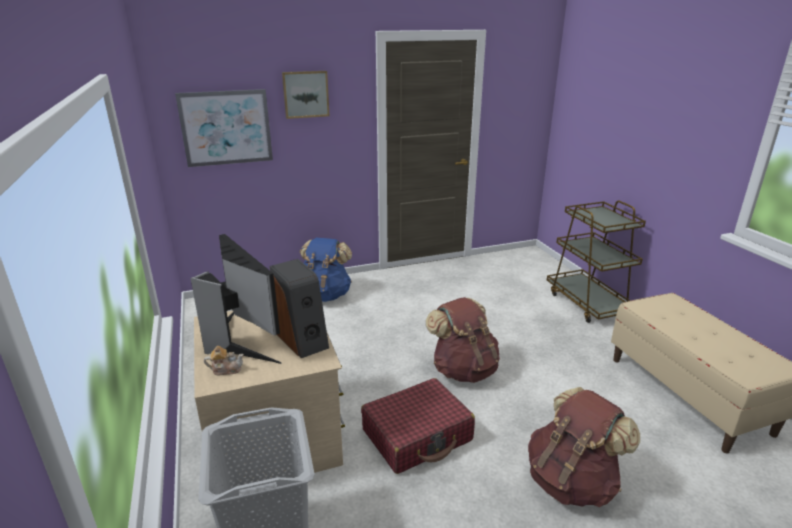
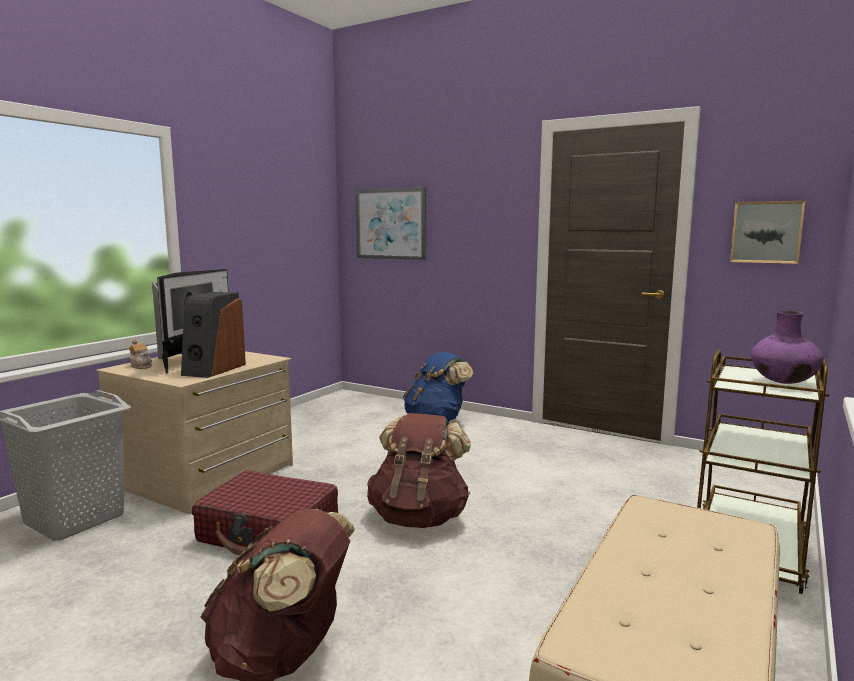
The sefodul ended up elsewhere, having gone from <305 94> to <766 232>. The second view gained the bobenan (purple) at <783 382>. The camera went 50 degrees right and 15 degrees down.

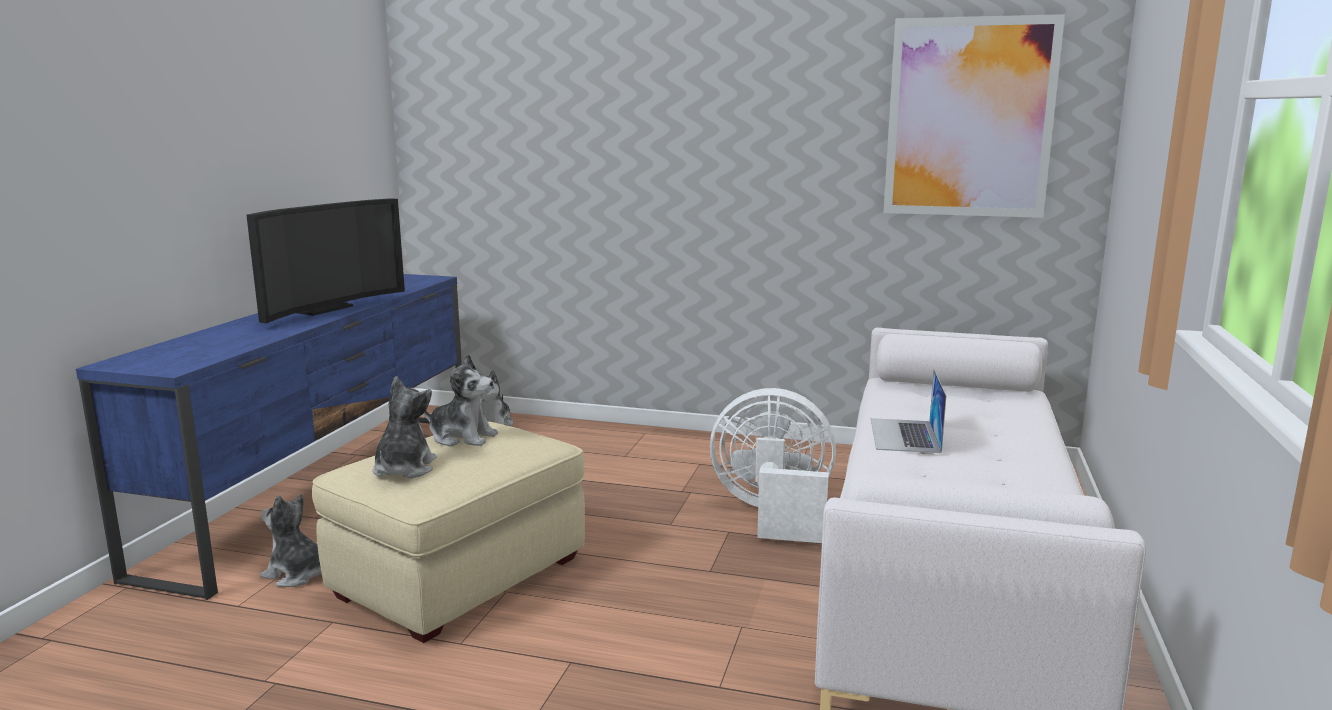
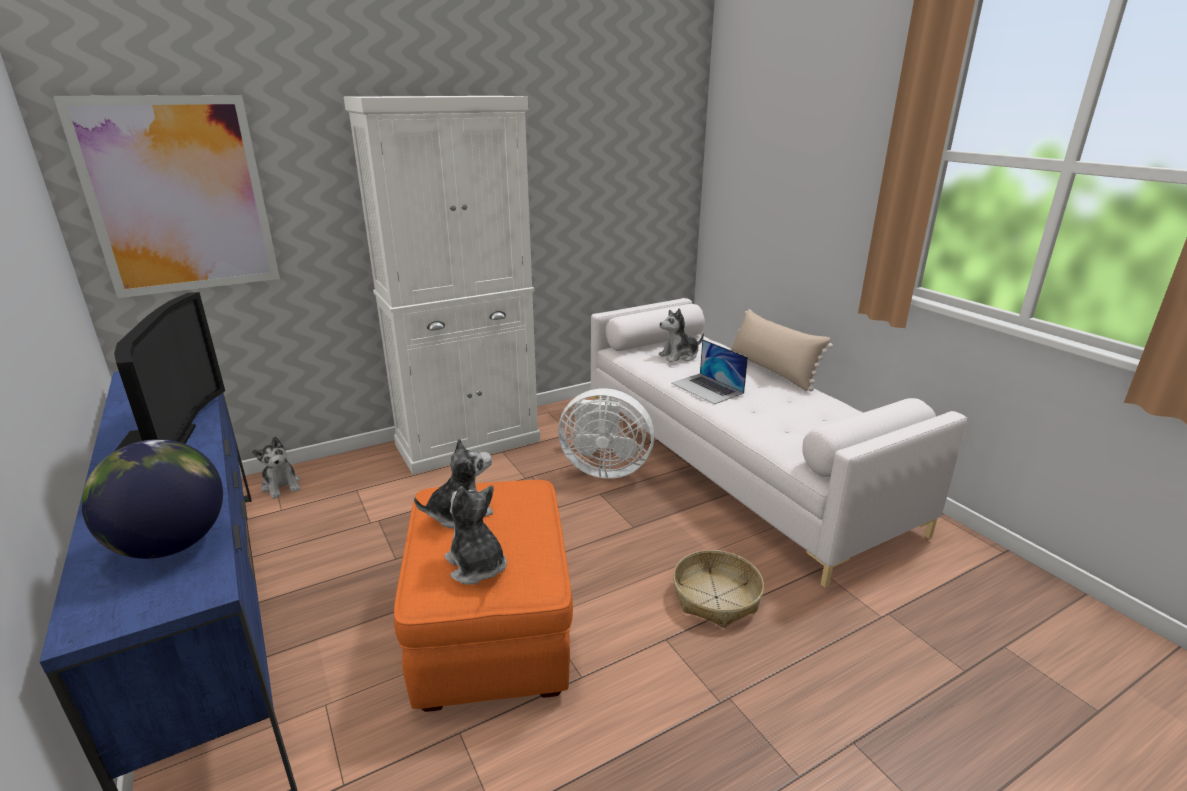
The sefodul ended up elsewhere, having gone from <969 118> to <179 196>. The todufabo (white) at <773 514> ended up facing another way, 135 degrees counterclockwise from before. What was the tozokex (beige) at <462 576> turned into the tozokex (orange) at <492 628>. The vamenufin ended up elsewhere, having gone from <297 574> to <679 356>. The second view gained the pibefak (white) at <468 442>. The second view gained the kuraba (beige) at <772 370>. The second view gained the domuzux at <171 545>. The second view gained the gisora at <716 597>. The camera went 45 degrees left and 10 degrees up.

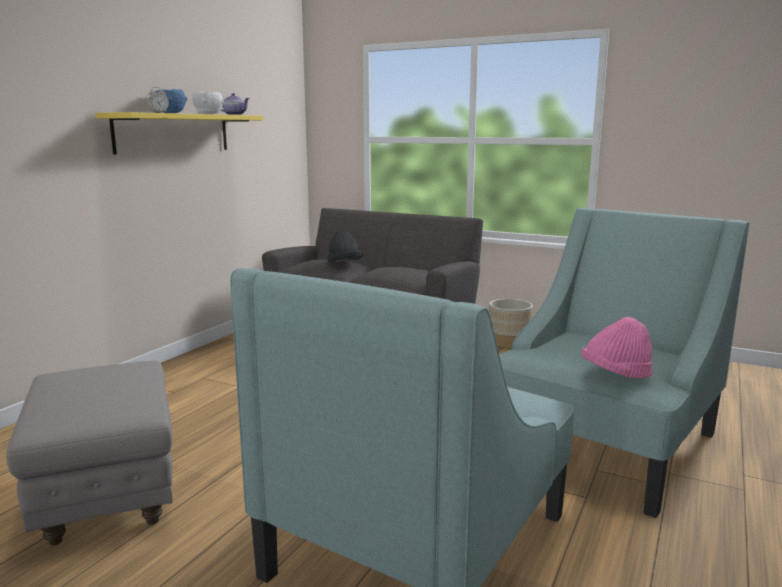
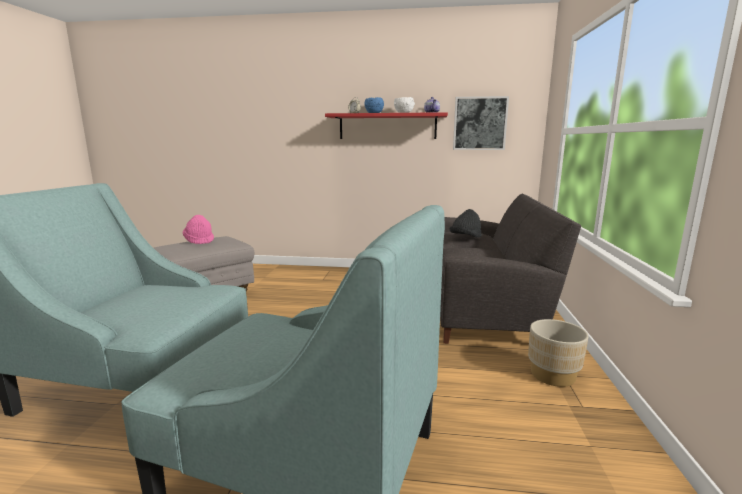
What was the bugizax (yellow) at <173 133> turned into the bugizax (red) at <387 126>. The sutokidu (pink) ended up elsewhere, having gone from <615 374> to <199 241>. The second view gained the sefodul at <480 123>. The camera went 70 degrees right and 0 degrees up.

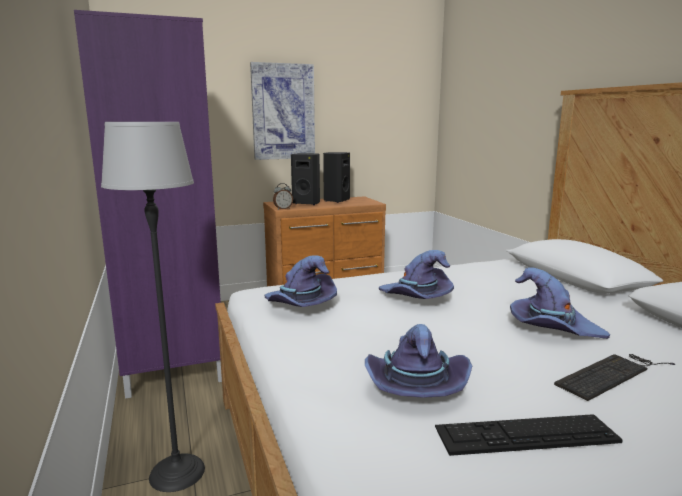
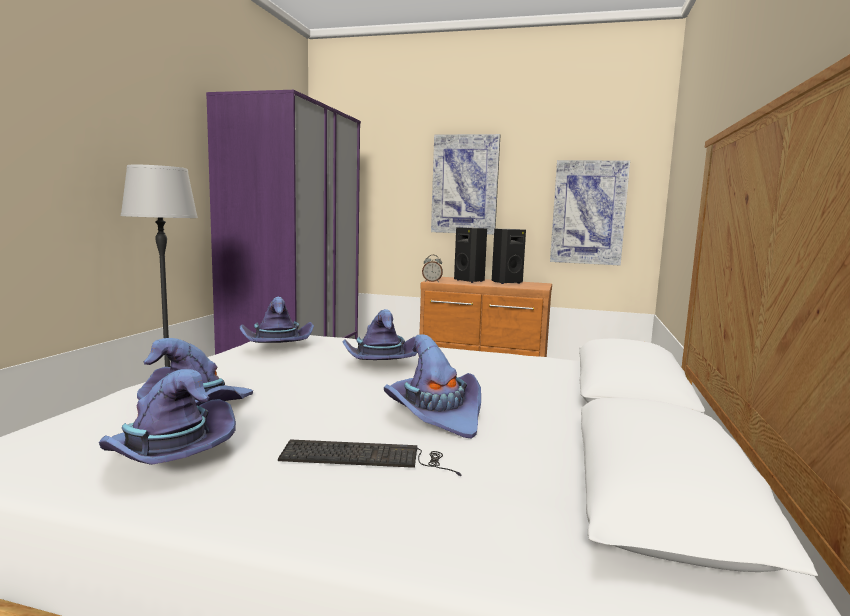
Where the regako stood at <525 434>, the sutokidu (purple) came to stand at <166 456>. The second view gained the sefodul at <588 212>. The camera went 35 degrees right and 5 degrees down.

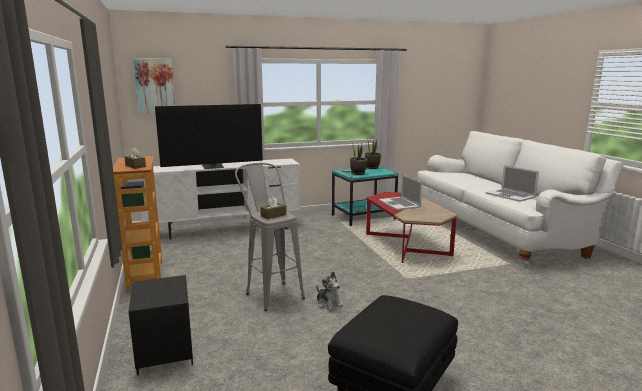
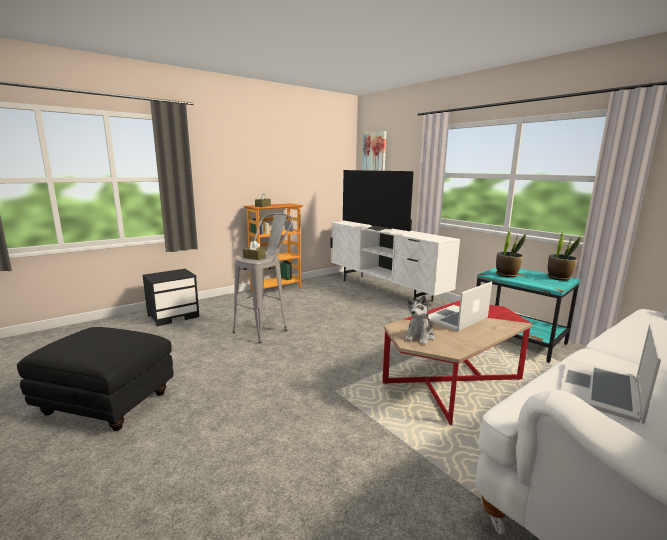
The vamenufin ended up elsewhere, having gone from <328 304> to <419 337>. The camera went 70 degrees right and 0 degrees up.

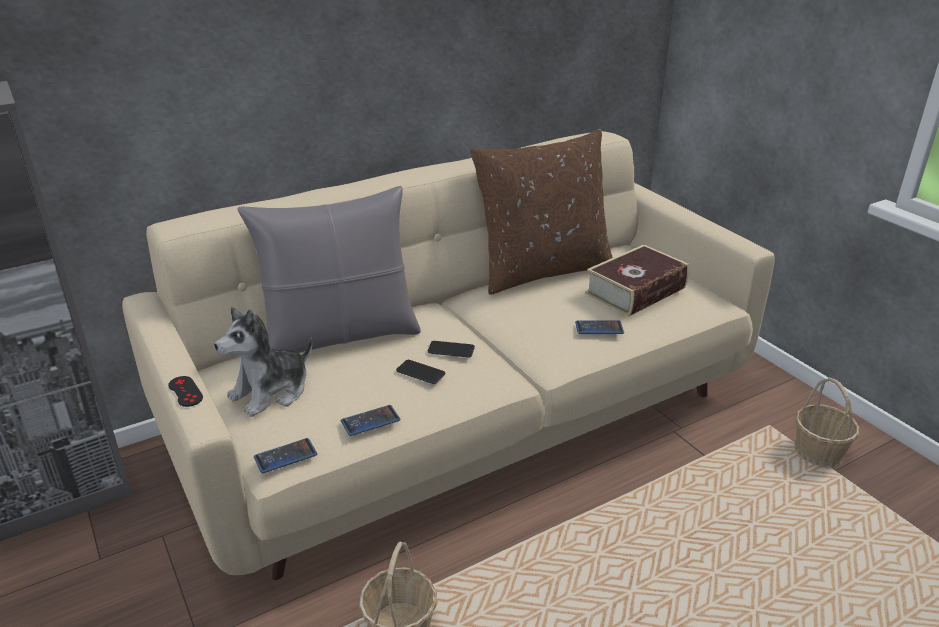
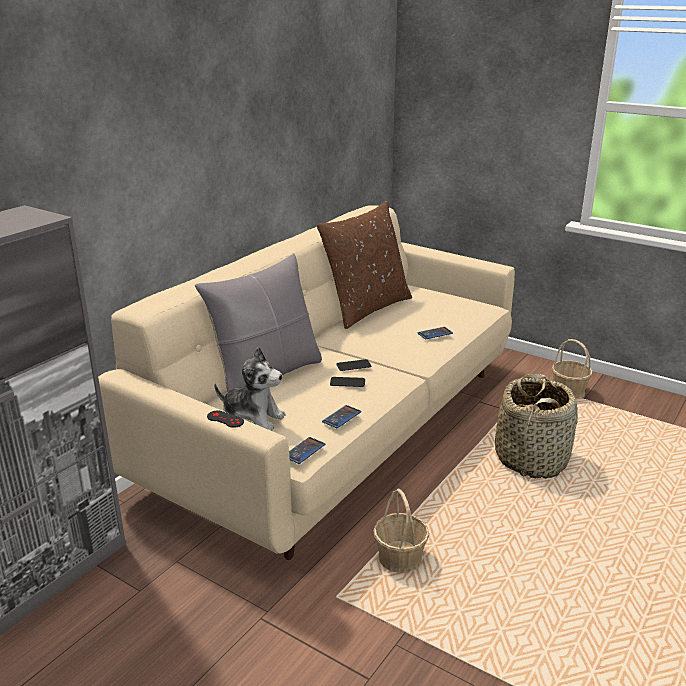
The second view lost the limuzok at <635 290>. The vamenufin at <271 392> ended up facing another way, 90 degrees counterclockwise from before. The second view gained the gisora at <531 459>. The camera went 25 degrees left and 5 degrees down.

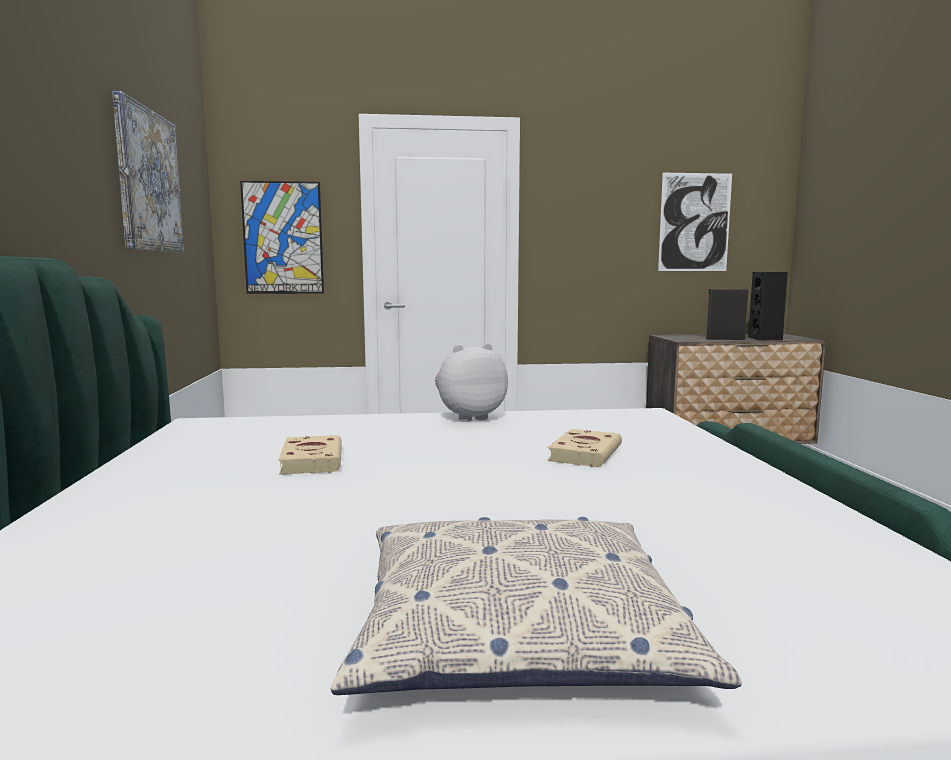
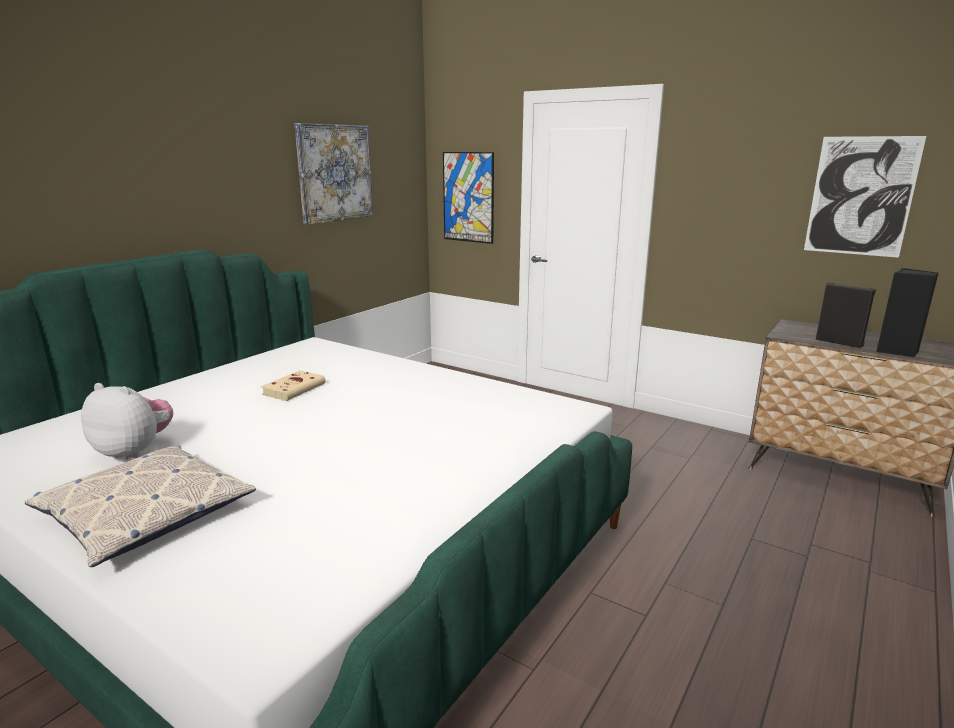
The vamenufin ended up elsewhere, having gone from <469 417> to <135 451>. The second view lost the limuzok (beige) at <585 453>. The camera went 40 degrees right and 10 degrees up.

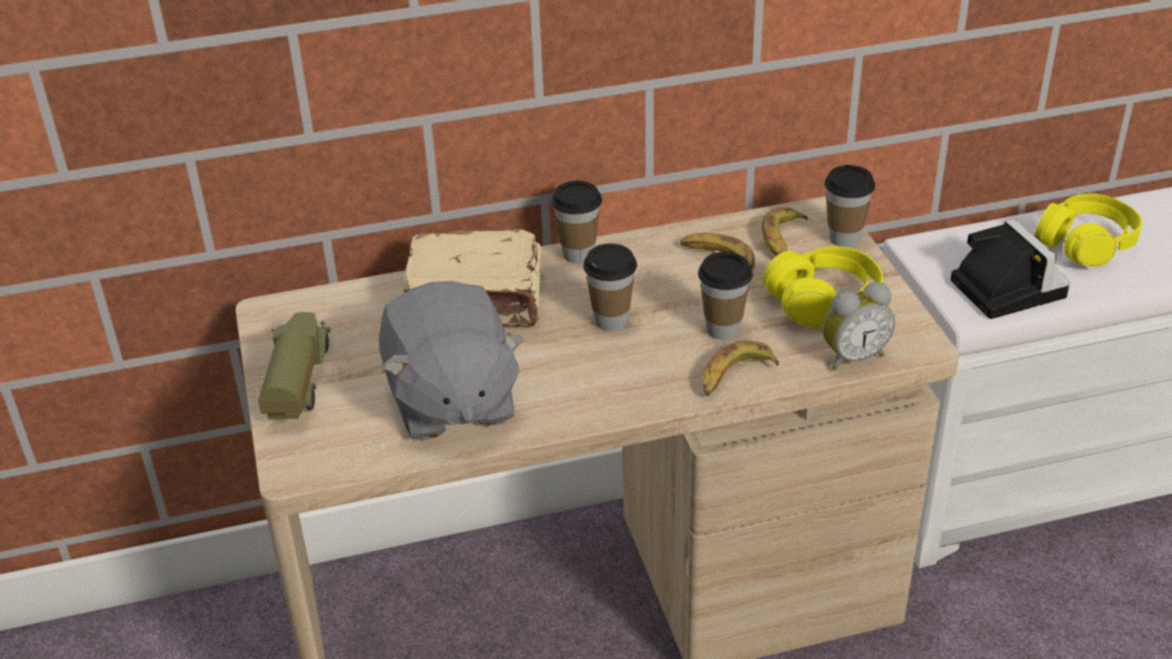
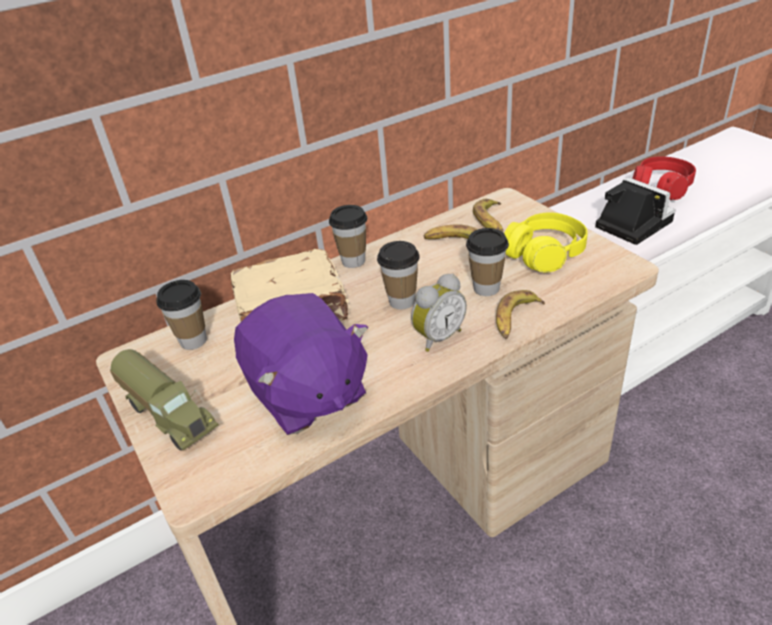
The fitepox ended up elsewhere, having gone from <844 238> to <193 341>. What was the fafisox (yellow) at <1085 244> turned into the fafisox (red) at <660 188>. What was the vamenufin (grey) at <451 401> turned into the vamenufin (purple) at <307 394>. The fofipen ended up elsewhere, having gone from <852 356> to <437 337>. The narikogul at <296 385> ended up facing another way, 150 degrees clockwise from before. The camera went 15 degrees left and 0 degrees up.

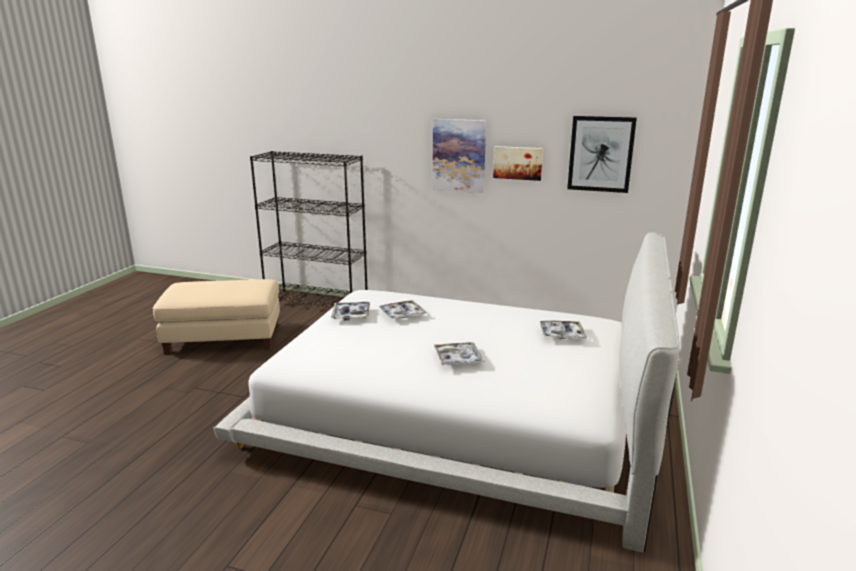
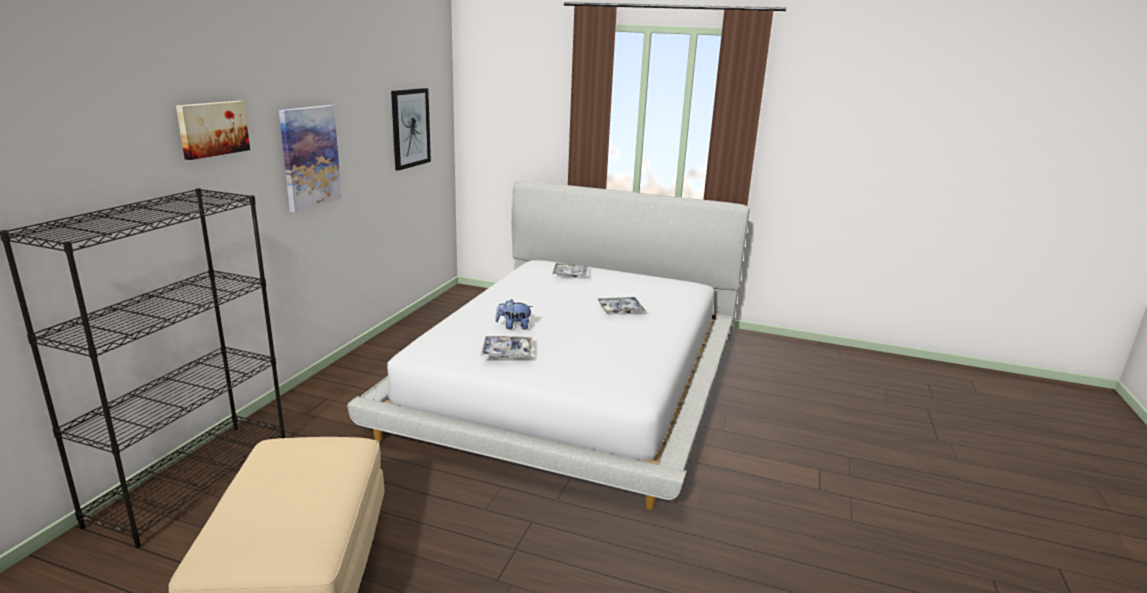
The sefodul ended up elsewhere, having gone from <518 163> to <212 128>. Where the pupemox stood at <402 314>, the vamenufin came to stand at <513 327>. The camera went 90 degrees left and 0 degrees up.

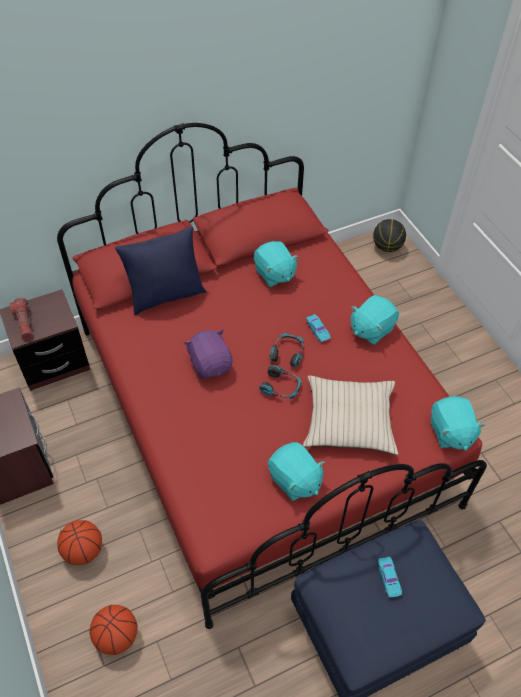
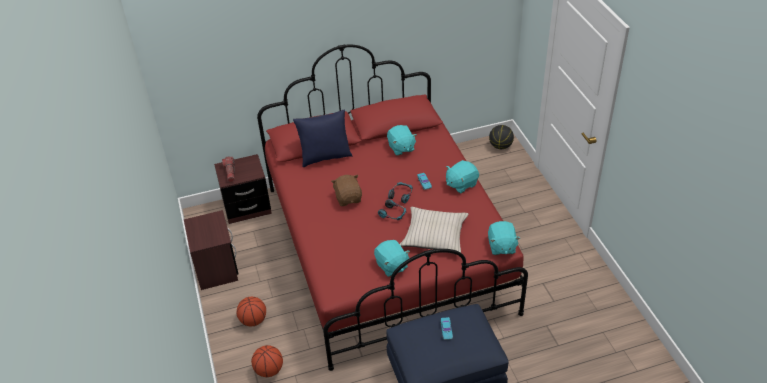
What was the vamenufin (purple) at <210 364> turned into the vamenufin (brown) at <348 198>. The camera went 10 degrees right and 10 degrees down.

